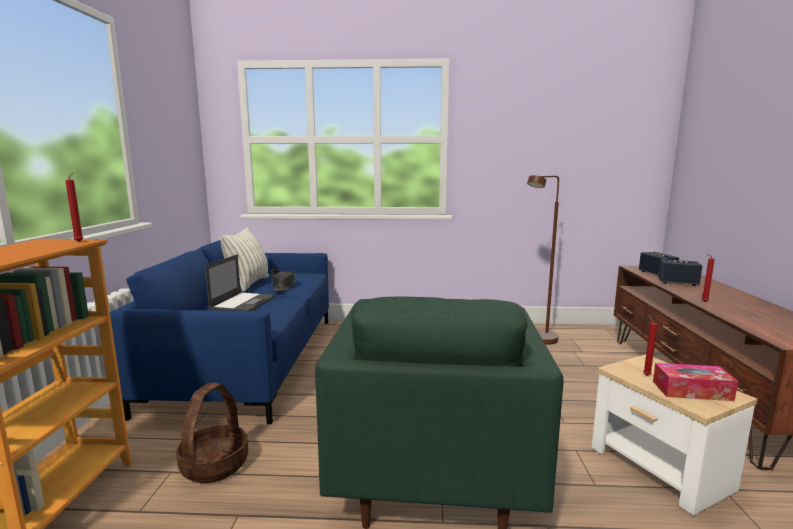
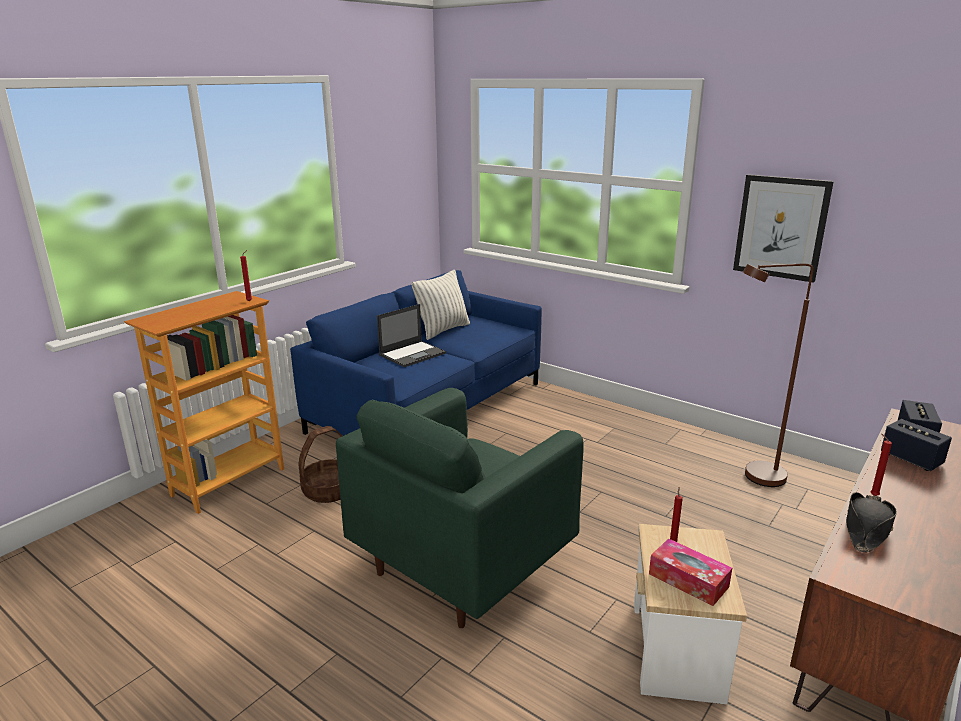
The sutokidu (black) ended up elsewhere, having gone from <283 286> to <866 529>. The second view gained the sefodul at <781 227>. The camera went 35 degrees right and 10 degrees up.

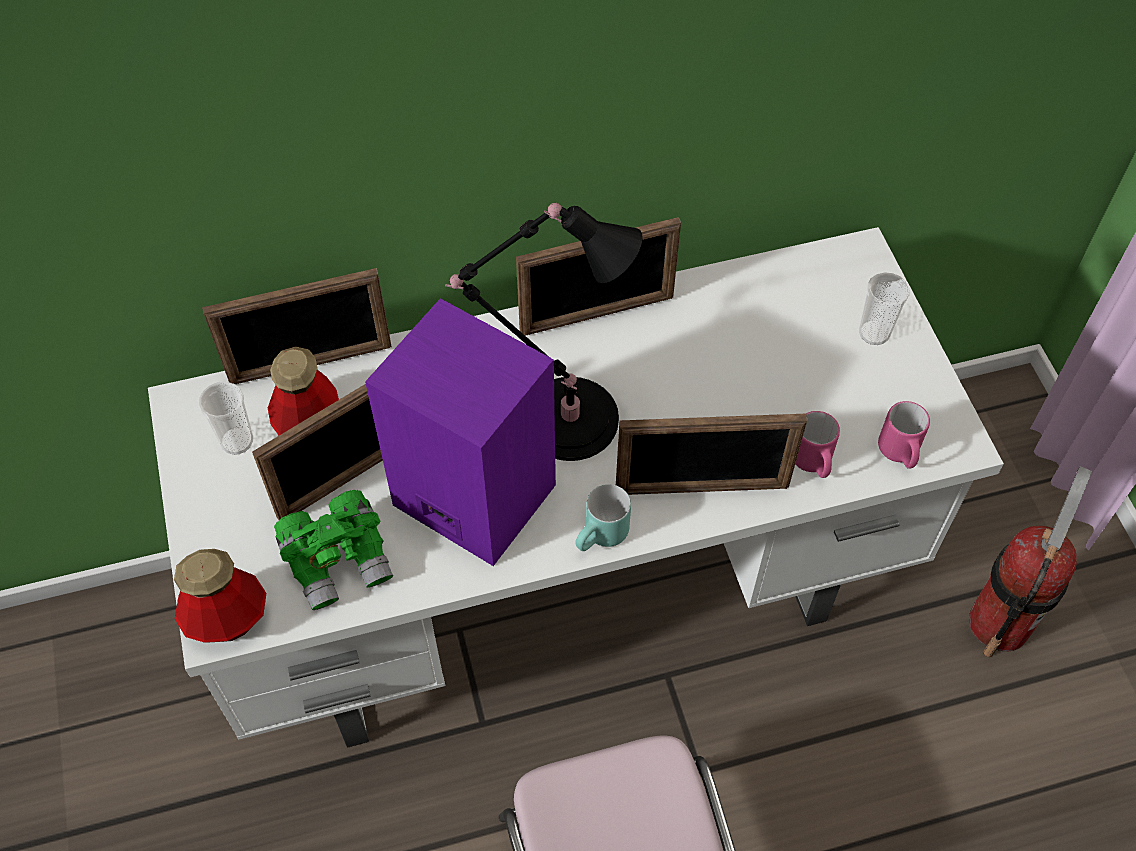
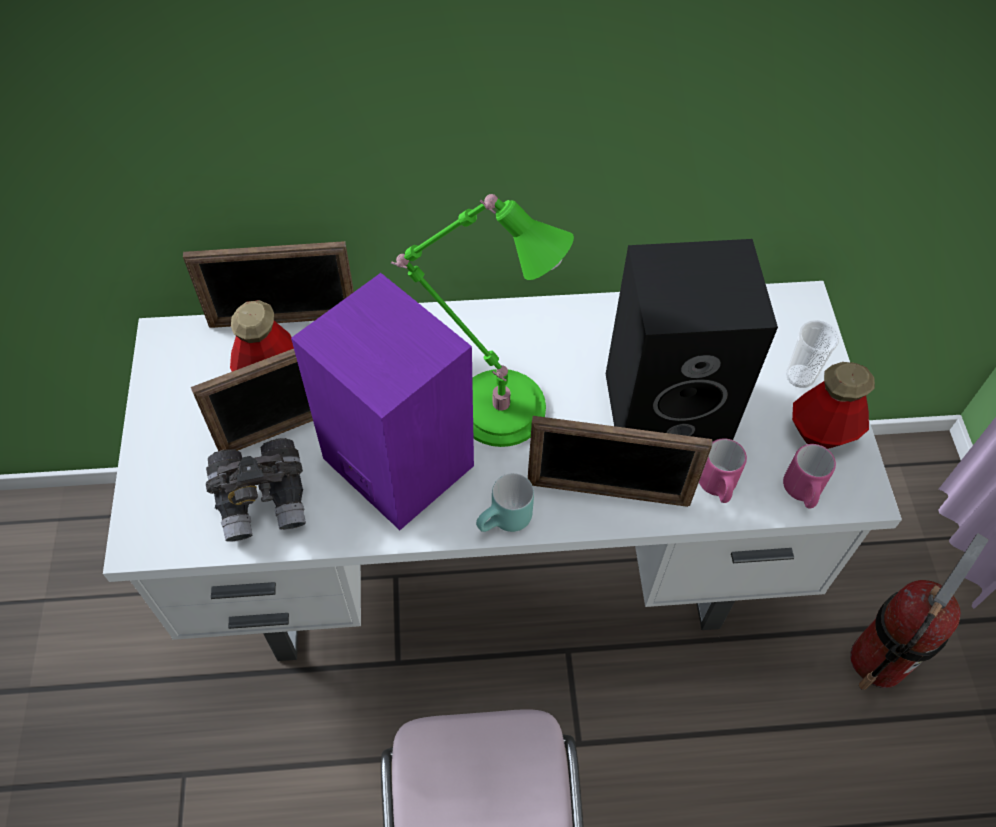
What was the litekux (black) at <561 417> turned into the litekux (green) at <493 405>. The second view lost the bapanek at <597 315>. The second view lost the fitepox at <237 441>. What was the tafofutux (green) at <339 560> turned into the tafofutux (grey) at <263 500>. The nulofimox ended up elsewhere, having gone from <228 620> to <822 431>. The second view gained the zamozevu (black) at <668 407>. The camera went 10 degrees right and 0 degrees up.

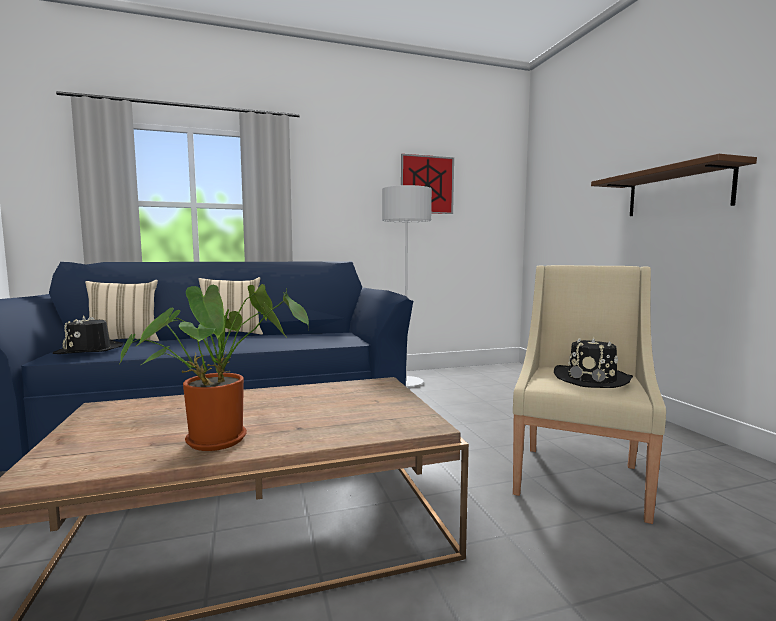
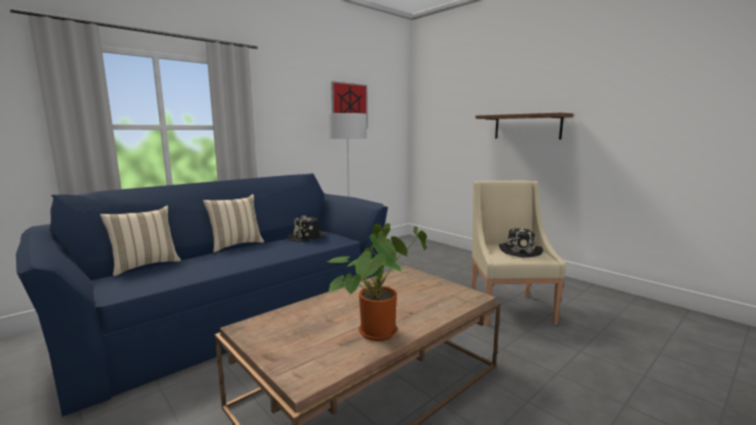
The sutokidu (black) ended up elsewhere, having gone from <89 350> to <307 237>. The camera went 25 degrees left and 5 degrees up.

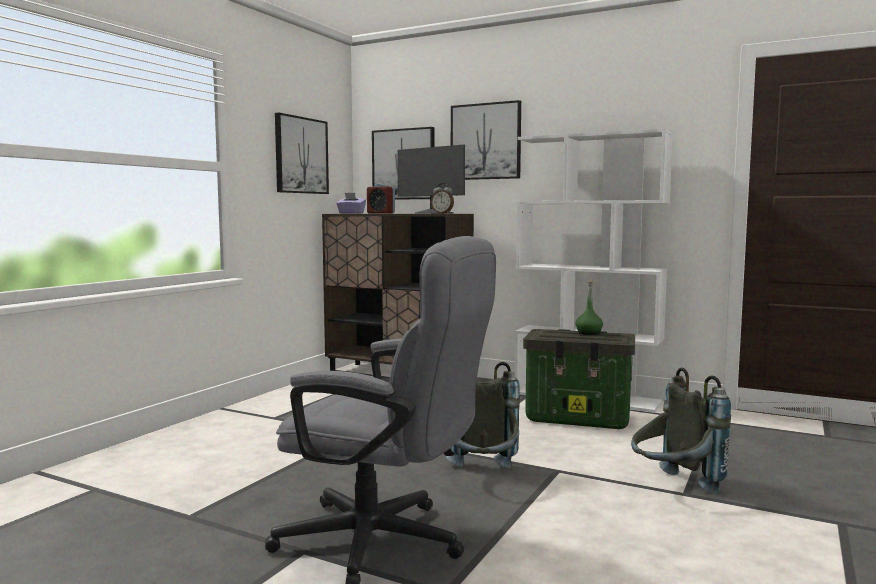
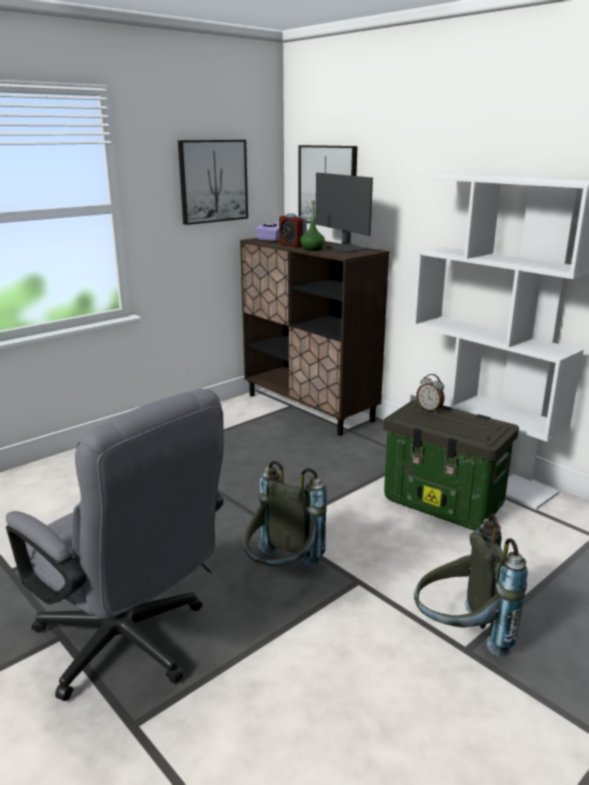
The second view lost the sefodul at <486 141>. The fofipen ended up elsewhere, having gone from <442 213> to <429 409>. The nulofimox (green) ended up elsewhere, having gone from <589 333> to <312 249>. The camera went 20 degrees right and 15 degrees up.

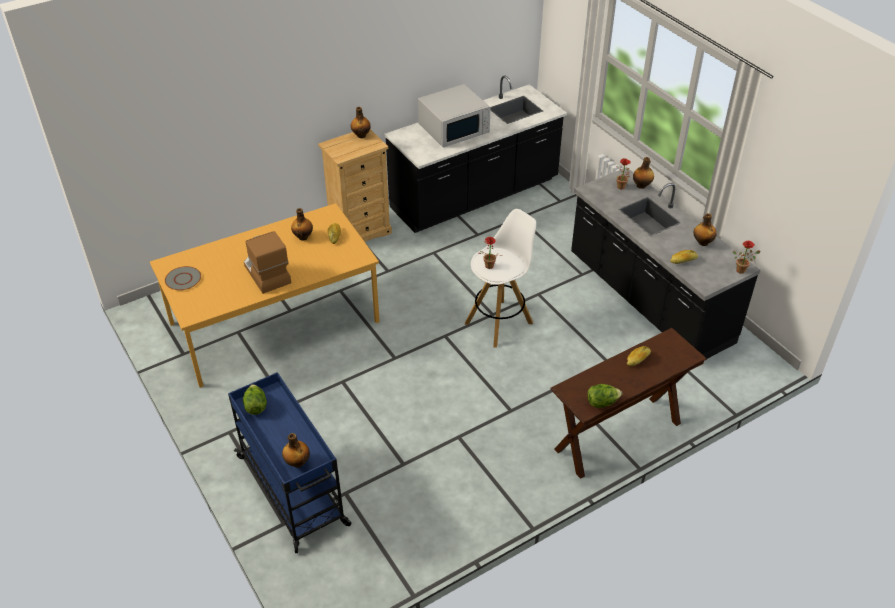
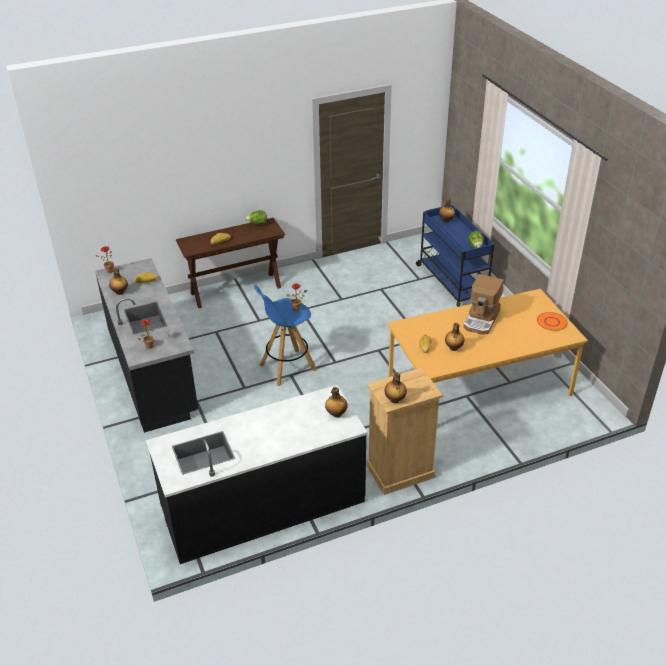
The second view lost the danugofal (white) at <454 128>. The nulofimox ended up elsewhere, having gone from <641 186> to <336 414>. What was the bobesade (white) at <499 322> turned into the bobesade (blue) at <287 367>. The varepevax at <266 274> ended up facing another way, 45 degrees clockwise from before. What was the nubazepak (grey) at <183 279> turned into the nubazepak (orange) at <552 322>. The camera went 170 degrees left and 5 degrees down.

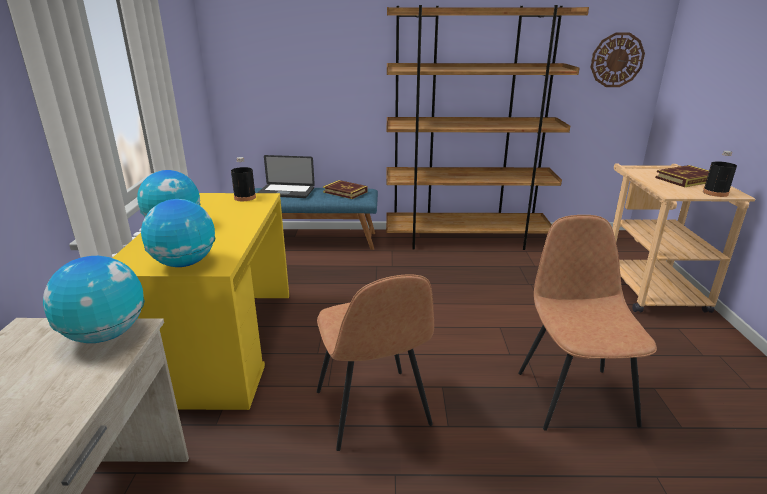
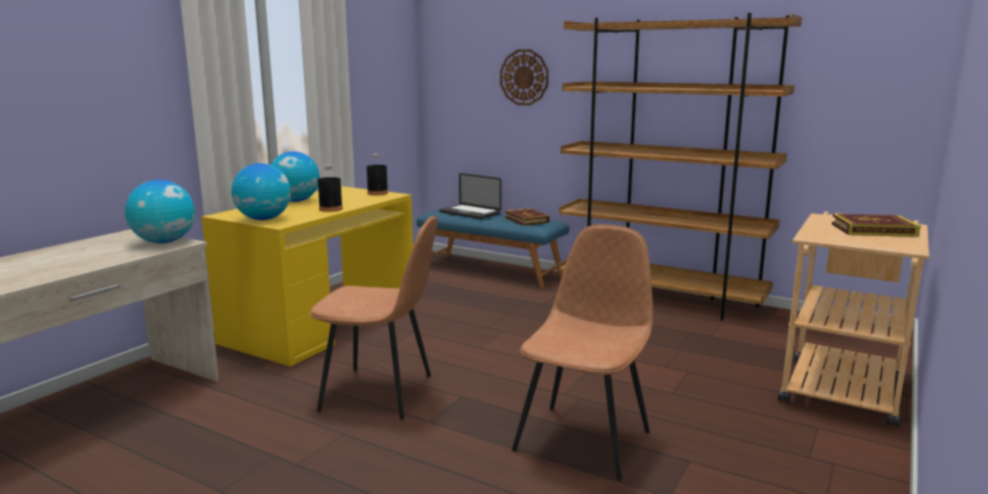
The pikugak ended up elsewhere, having gone from <617 60> to <524 77>. The nulofimox (black) ended up elsewhere, having gone from <715 193> to <331 209>. The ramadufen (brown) at <373 410> ended up facing another way, 90 degrees counterclockwise from before. The camera went 30 degrees right and 10 degrees down.

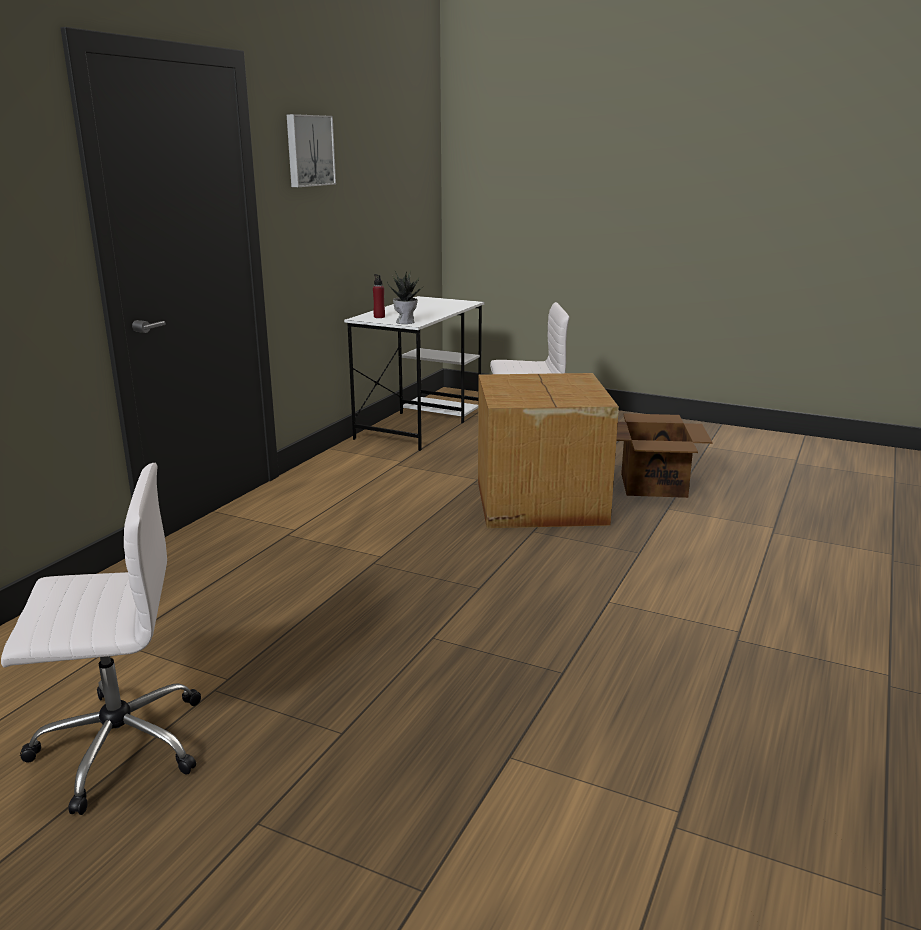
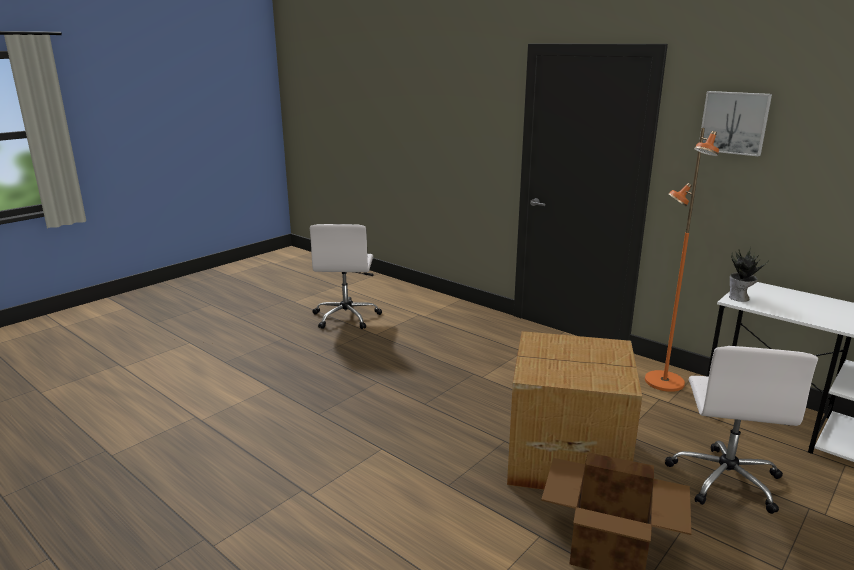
The second view lost the nulofimox (red) at <379 317>. The second view gained the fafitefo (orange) at <663 382>. The camera went 105 degrees right and 0 degrees up.

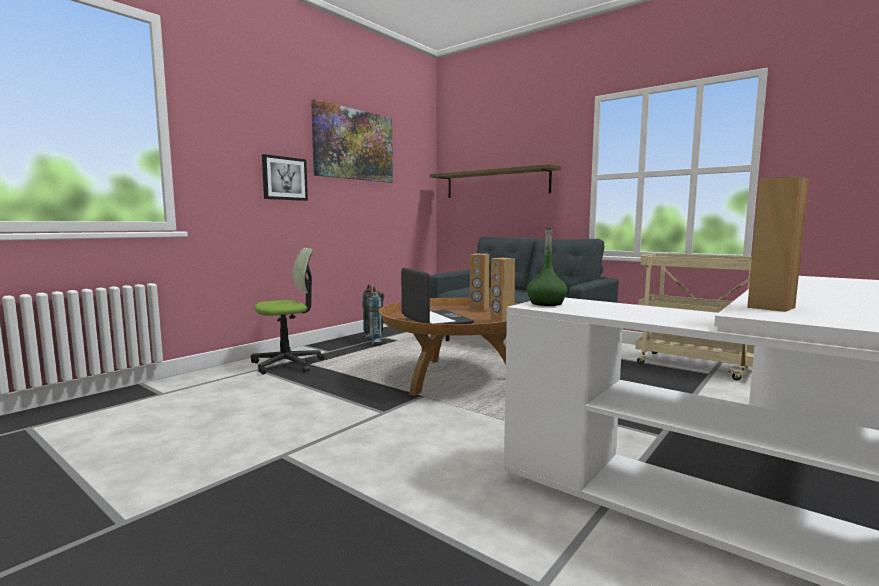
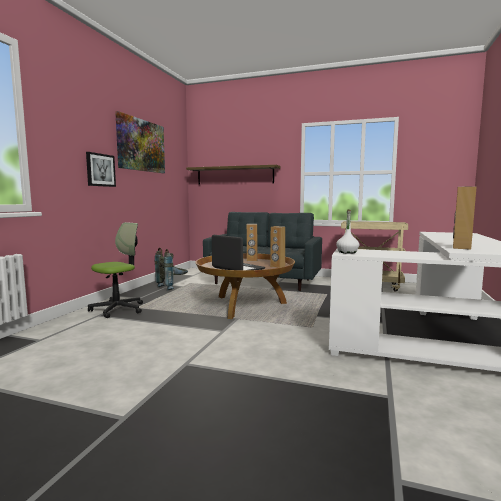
What was the nulofimox (green) at <546 303> turned into the nulofimox (white) at <347 252>. The camera went 20 degrees left and 0 degrees up.

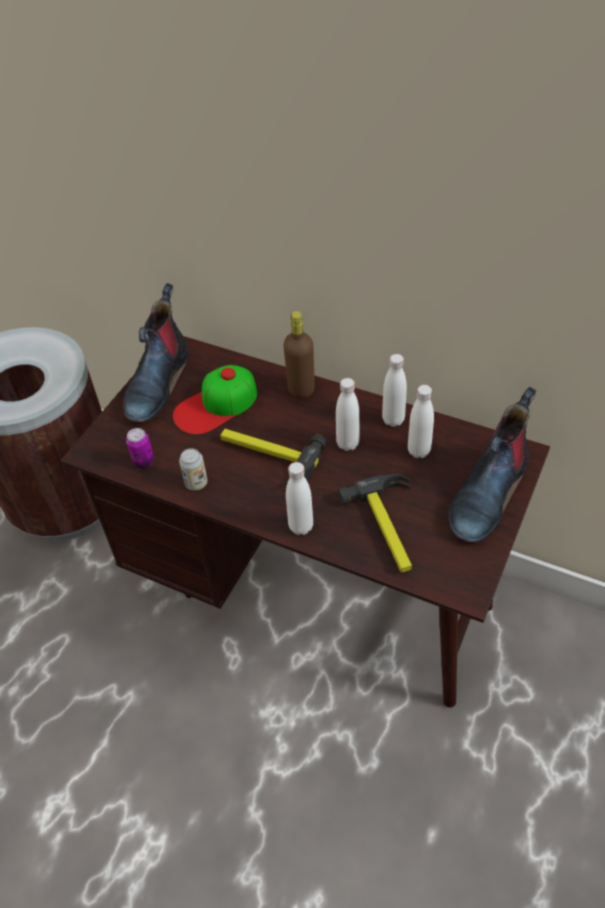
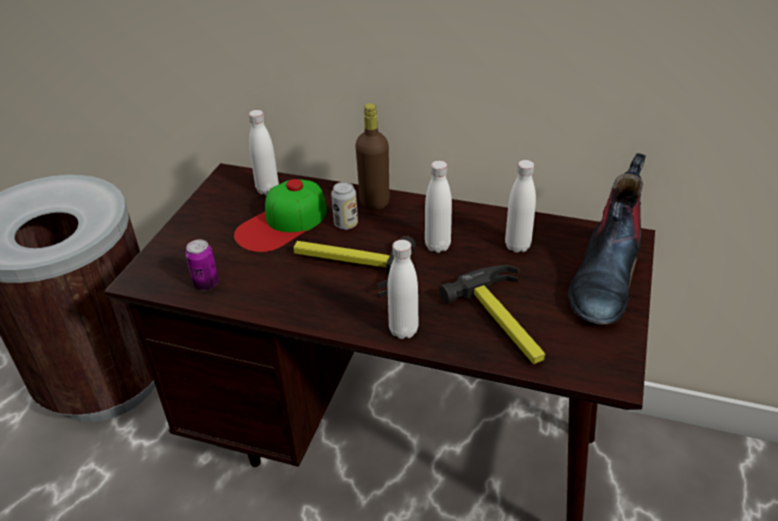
The second view lost the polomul at <157 382>. The nulofimox (white) ended up elsewhere, having gone from <393 420> to <267 190>. The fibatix ended up elsewhere, having gone from <196 483> to <346 224>. The camera went 10 degrees left and 10 degrees down.

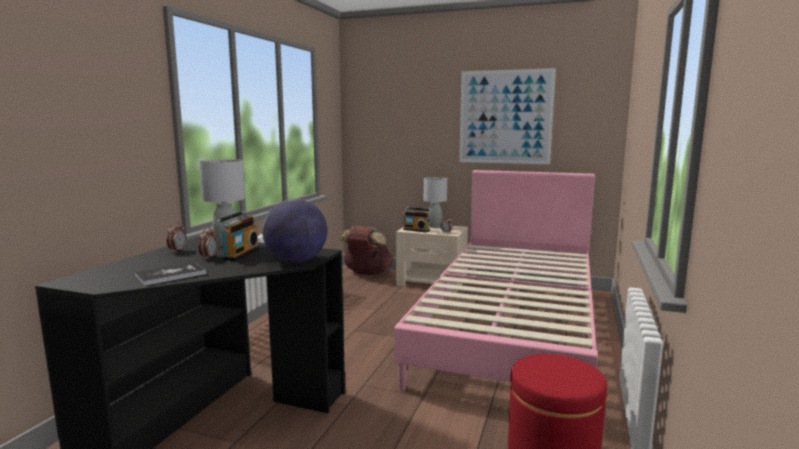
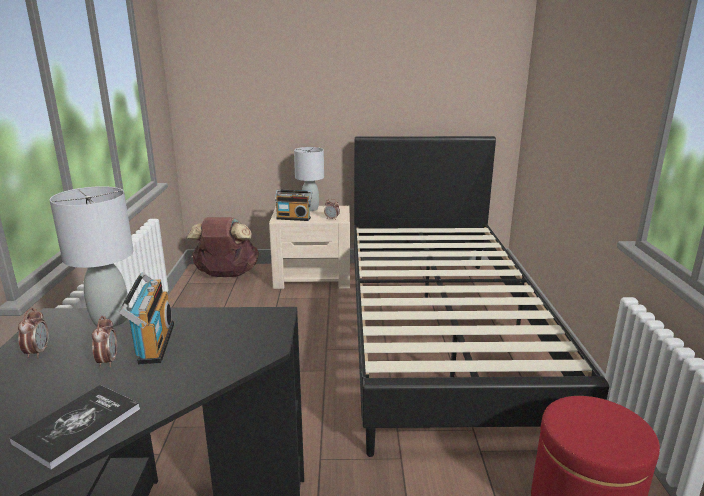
The second view lost the sefodul at <505 117>. What was the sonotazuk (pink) at <511 329> turned into the sonotazuk (black) at <439 333>. The second view lost the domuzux at <296 261>. The camera went 20 degrees left and 10 degrees up.

